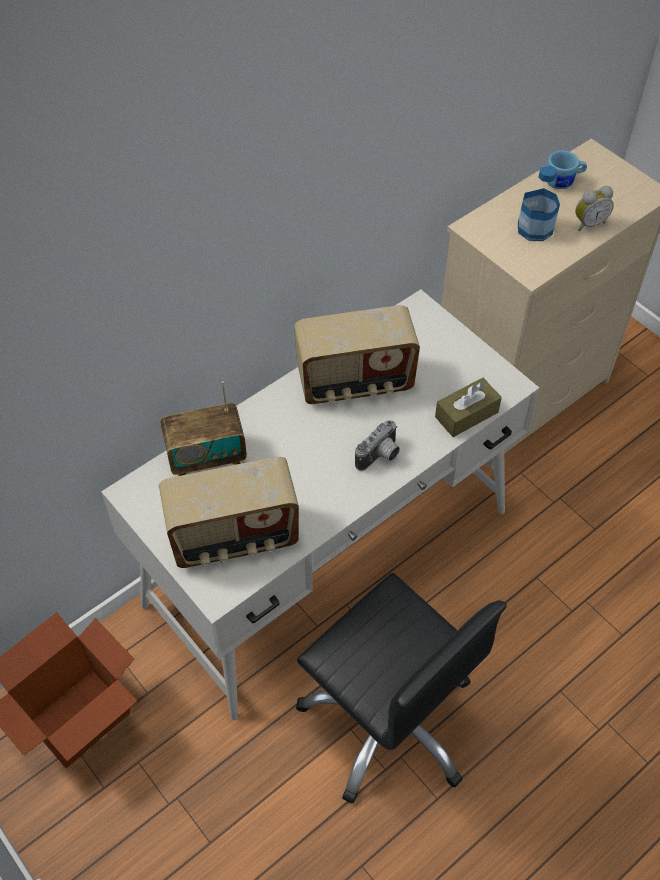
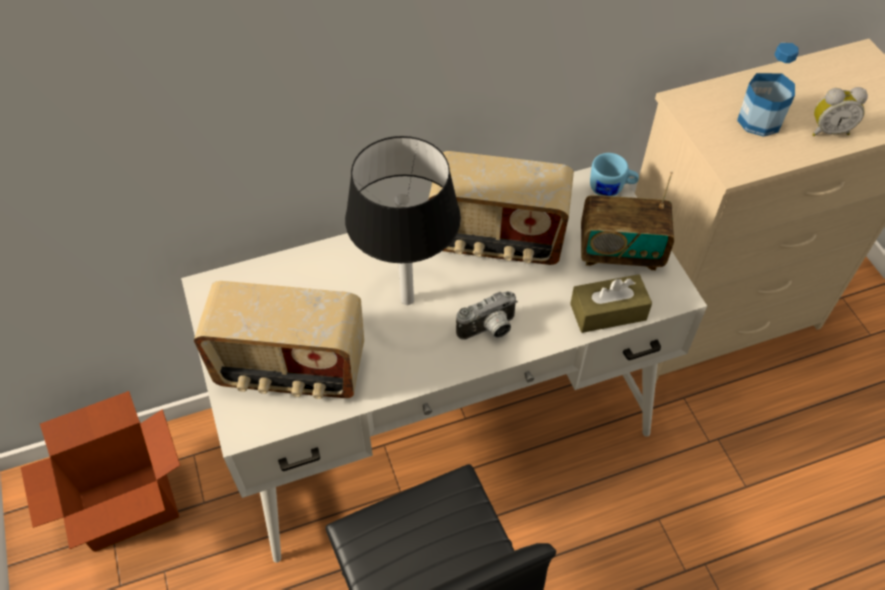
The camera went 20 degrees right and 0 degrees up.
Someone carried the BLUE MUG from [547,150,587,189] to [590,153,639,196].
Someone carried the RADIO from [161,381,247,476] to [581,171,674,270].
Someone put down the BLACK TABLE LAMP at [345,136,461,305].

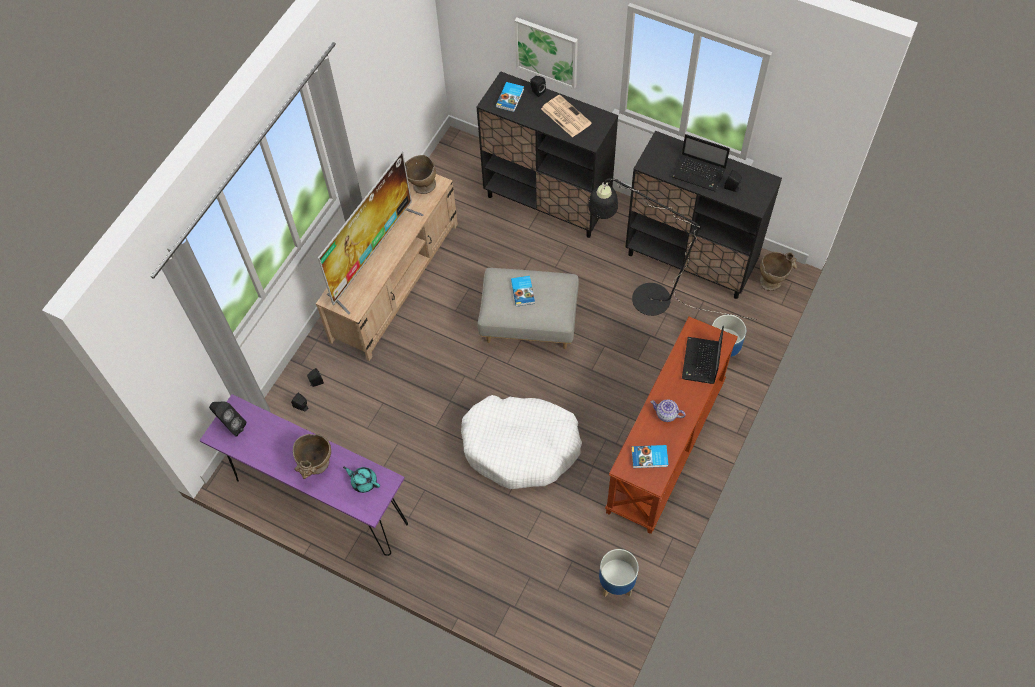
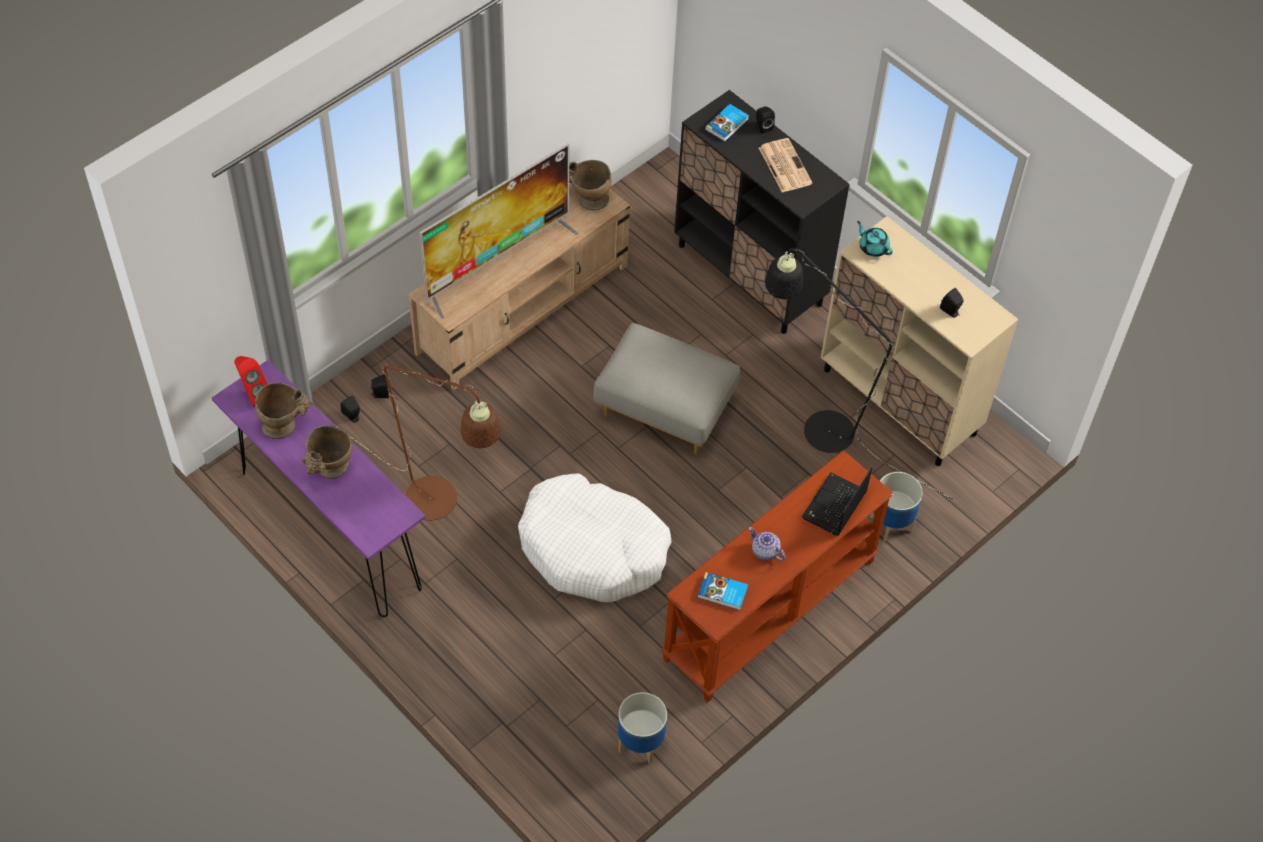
The camera went 15 degrees right and 5 degrees down.
Someone took away the PICTURE at [514,18,578,89].
Someone repainted the BLACK CABINET at [625,131,782,299], which became the BEIGE CABINET at [821,216,1018,466].
Someone took away the LAPTOP at [671,134,730,192].
Someone carried the BEIGE VASE from [760,252,797,291] to [255,383,313,439].
Someone took away the BOOK at [511,276,535,307].
Someone repainted the BLACK SPEAKER at [209,402,246,437], which became the RED SPEAKER at [234,356,267,407].
Someone carried the TURQUOISE TEAPOT from [343,467,380,493] to [857,221,893,257].
Someone put down the BROWN FLOOR LAMP at [335,364,501,521].

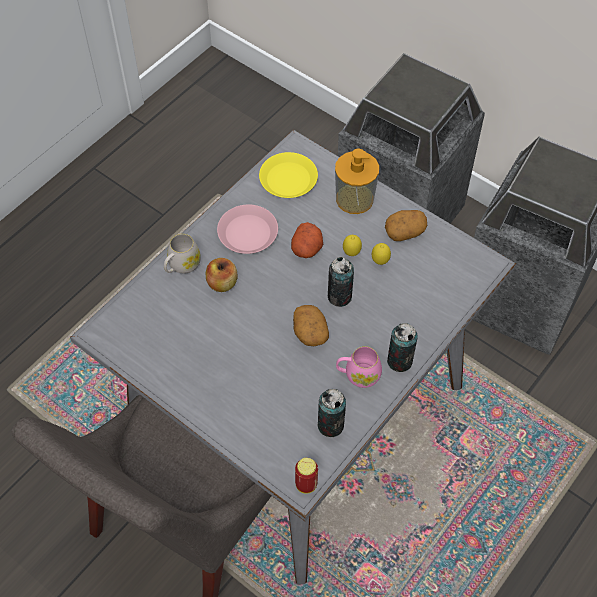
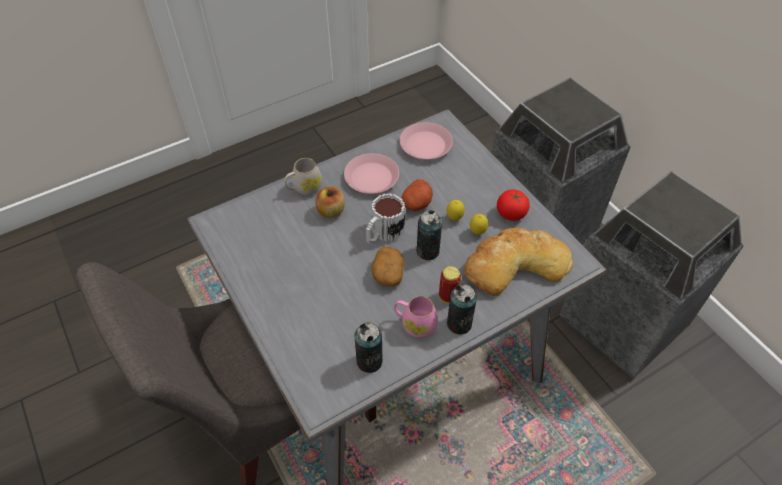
The camera went 20 degrees right and 5 degrees down.
Someone took away the SOAP DISPENSER at [335,148,379,214].
Someone repainted the YELLOW PLATE at [259,152,318,198], which became the PINK PLATE at [400,122,453,160].
Someone swapped the POTATO at [385,210,427,241] for the TOMATO at [497,189,530,221].
Someone carried the CAN from [295,458,318,494] to [439,266,461,303].
Someone put down the MUG at [366,193,405,244].
Someone put down the BREAD at [464,228,573,296].

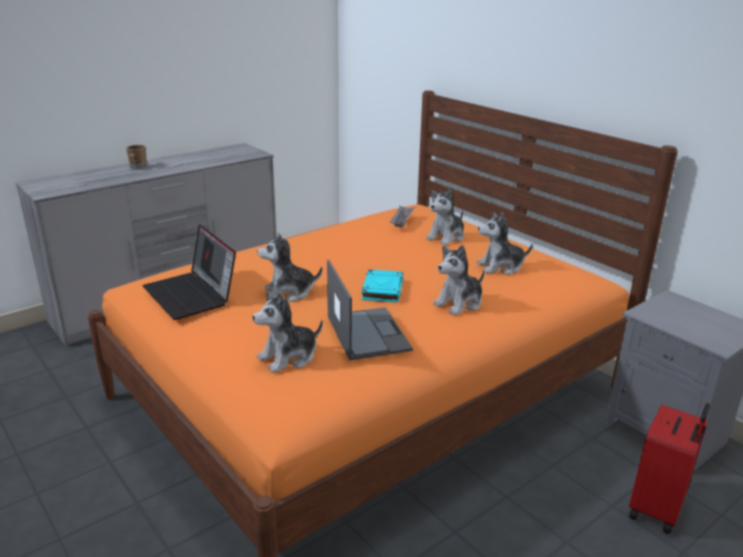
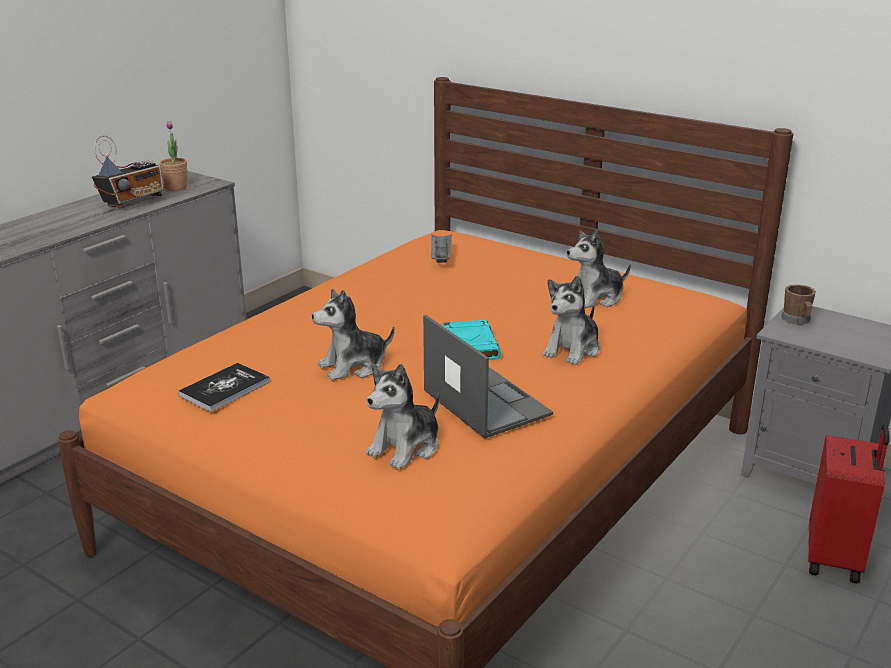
The camera went 15 degrees left and 0 degrees up.
Someone carried the BROWN MUG from [126,145,148,170] to [782,284,816,325].
Someone took away the PLUSH TOY at [426,187,464,246].
Someone swapped the LAPTOP at [142,225,236,320] for the BOOK at [178,363,270,412].
Someone put down the POTTED PLANT at [159,121,187,191].
Someone put down the RADIO at [92,135,164,208].

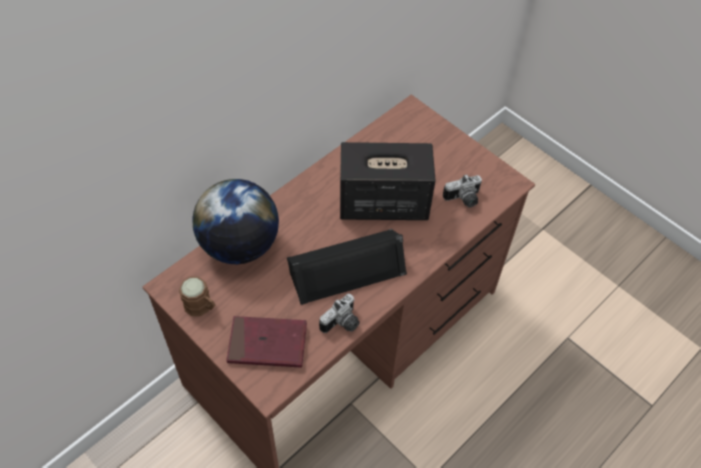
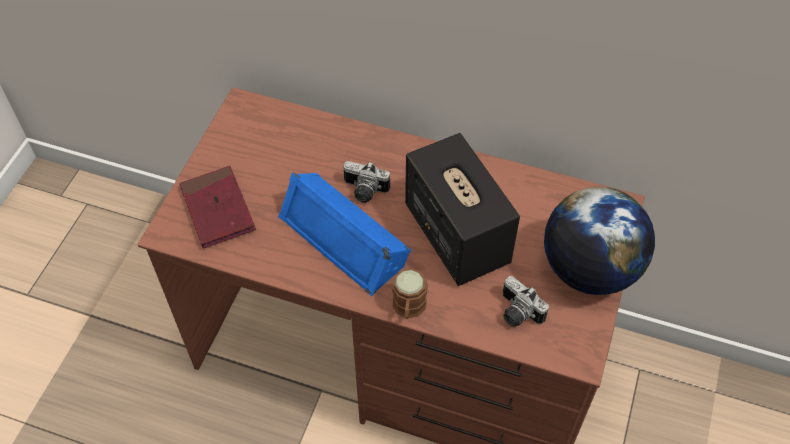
The camera went 65 degrees right and 0 degrees up.
Someone carried the GLOBE from [192,179,279,264] to [544,187,655,295].
Someone repainted the BLACK SPEAKER at [287,229,407,305], which became the BLUE SPEAKER at [278,173,412,296].
Someone carried the BROWN MUG from [179,276,216,316] to [392,268,428,319].
Someone carried the PHOTO CAMERA from [319,294,360,333] to [343,161,390,203].

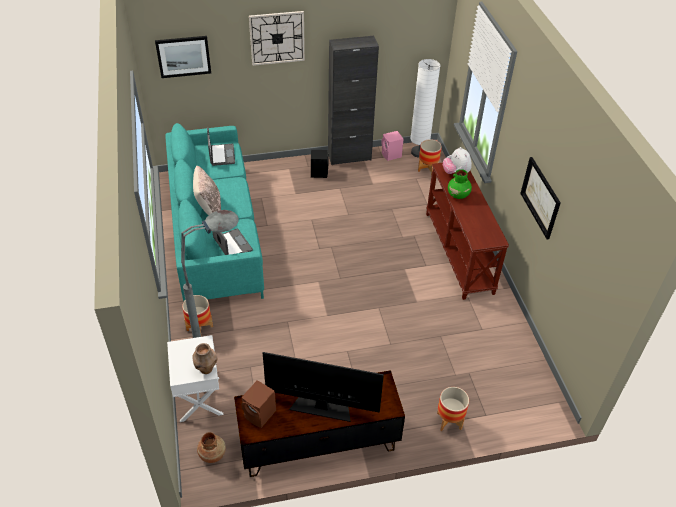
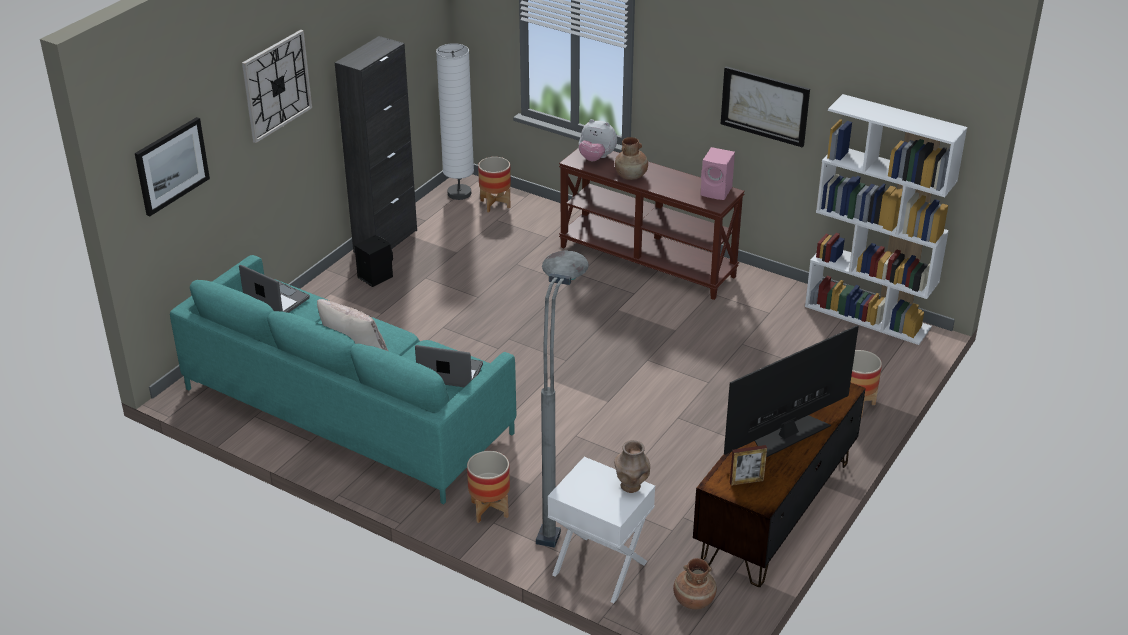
The camera went 45 degrees left and 10 degrees down.
Someone carried the PINK SPEAKER from [381,131,404,161] to [701,147,735,200].
Someone repainted the GREEN VASE at [448,169,472,199], which became the BROWN VASE at [615,137,648,180].
Someone swapped the BROWN SPEAKER at [241,380,276,428] for the PICTURE FRAME at [730,445,767,486].
Someone put down the WHITE BOOKCASE at [805,94,967,345].

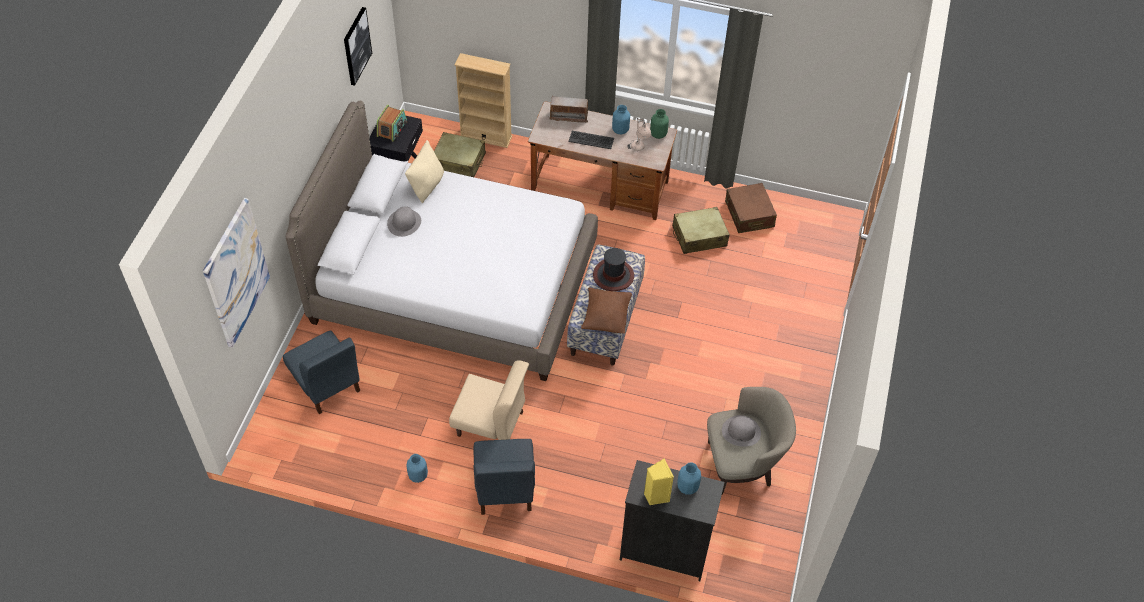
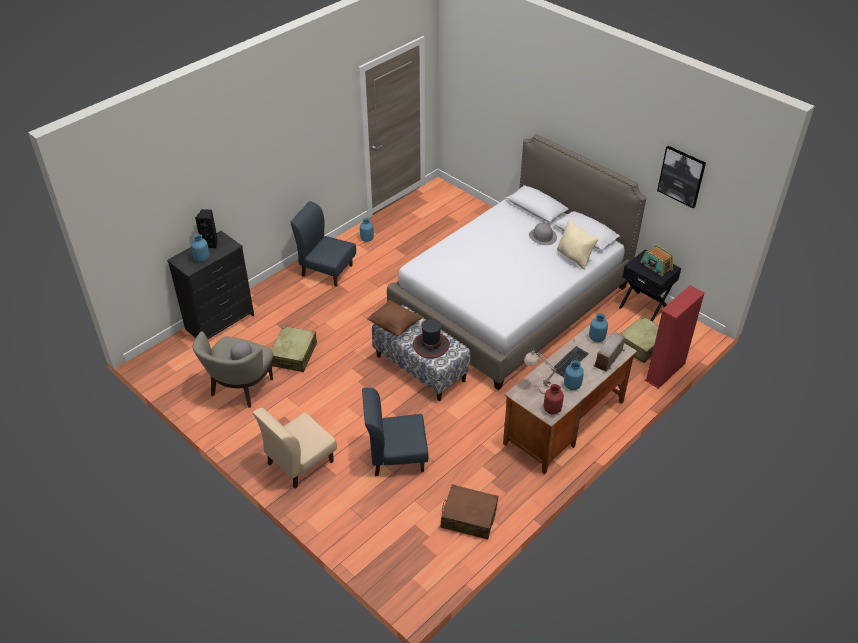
The camera went 120 degrees right and 10 degrees down.
Someone repainted the BEIGE BOOKCASE at [455,53,512,148], which became the RED BOOKCASE at [645,285,705,389].
Someone repainted the GREEN VASE at [650,109,669,139], which became the RED VASE at [544,384,564,415].
Someone took away the PICTURE at [203,198,270,348].
Someone carried the BEIGE SUITCASE from [672,207,730,254] to [271,326,317,372].
Someone carried the BLUE CHAIR from [283,330,360,414] to [362,388,428,476].
Someone carried the BEIGE CHAIR from [449,361,529,440] to [253,408,337,489].
Someone repainted the YELLOW SPEAKER at [644,458,674,505], which became the BLACK SPEAKER at [195,209,218,248].
Someone put down the BLUE VASE at [589,313,608,342].

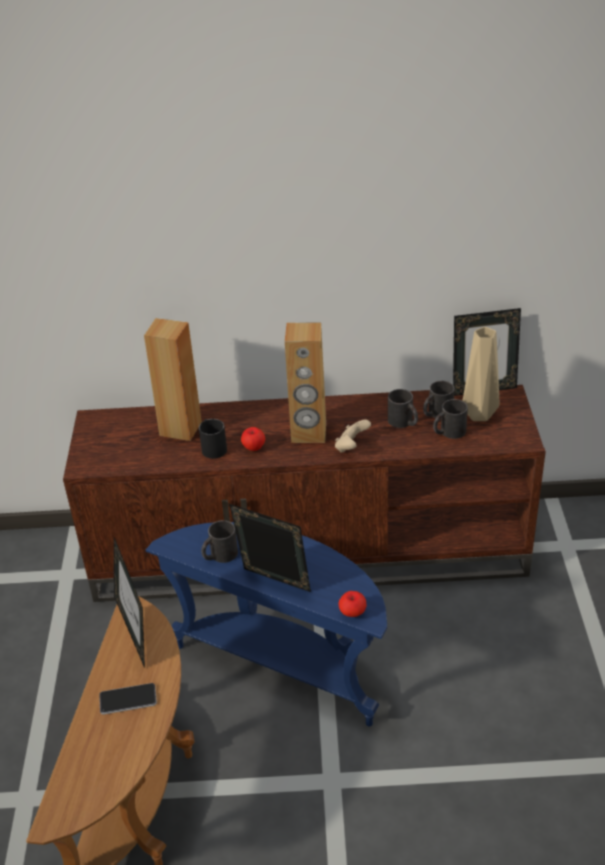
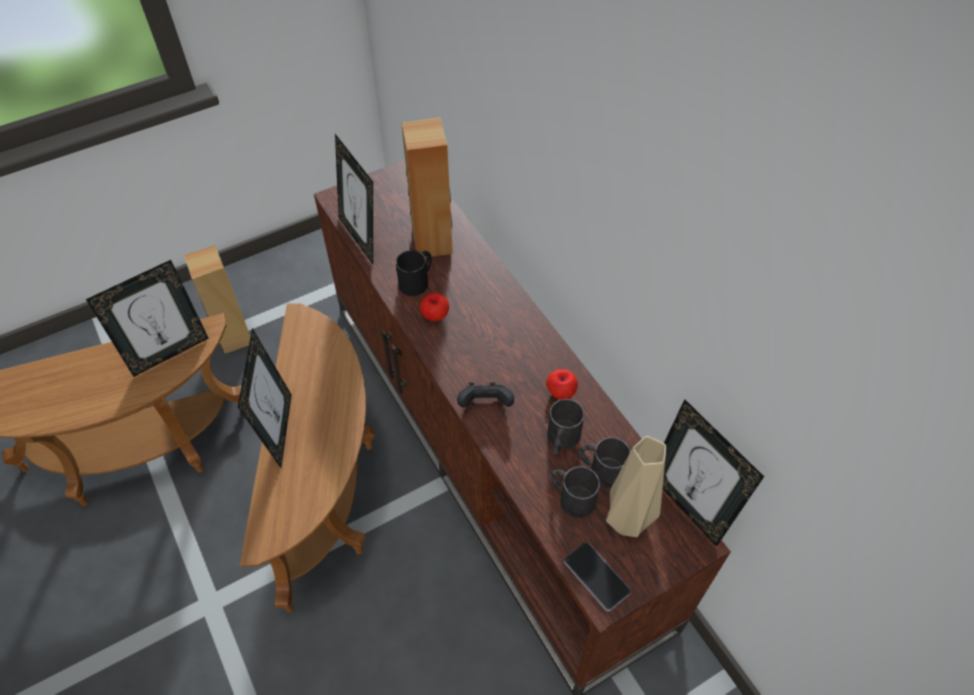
The camera went 60 degrees right and 15 degrees up.
Someone carried the BROWN SPEAKER from [285,322,326,443] to [184,245,251,354].
Someone repainted the BEIGE GAME CONTROLLER at [335,420,371,453], which became the BLACK GAME CONTROLLER at [457,382,514,407].
Someone took away the BLACK MUG at [201,520,238,563].
Someone repainted the BLUE SIDE TABLE at [145,522,387,726], which became the BROWN SIDE TABLE at [240,304,375,612].
Someone carried the APPLE from [338,591,367,617] to [546,369,578,399].
Someone carried the PHONE from [99,683,157,715] to [564,542,631,611].
Someone put down the PICTURE FRAME at [335,134,373,264].

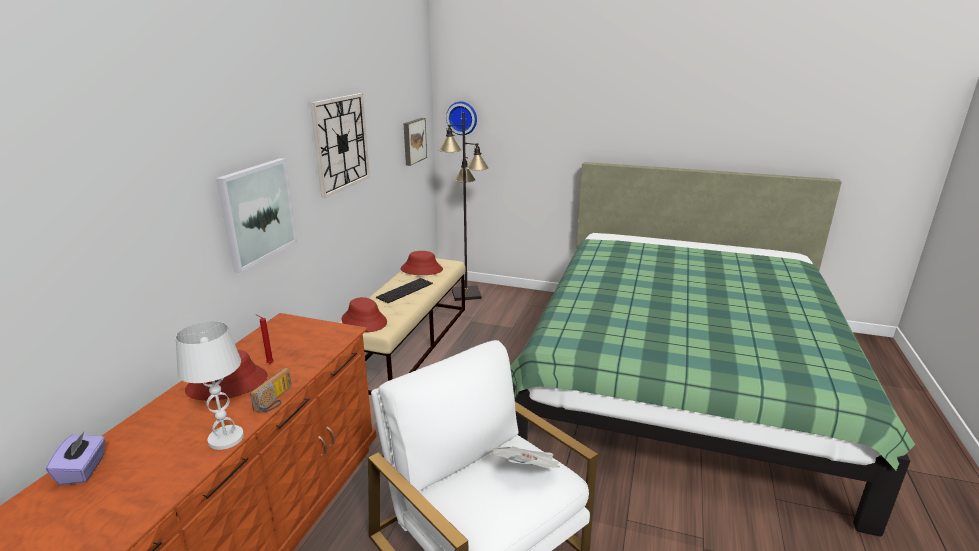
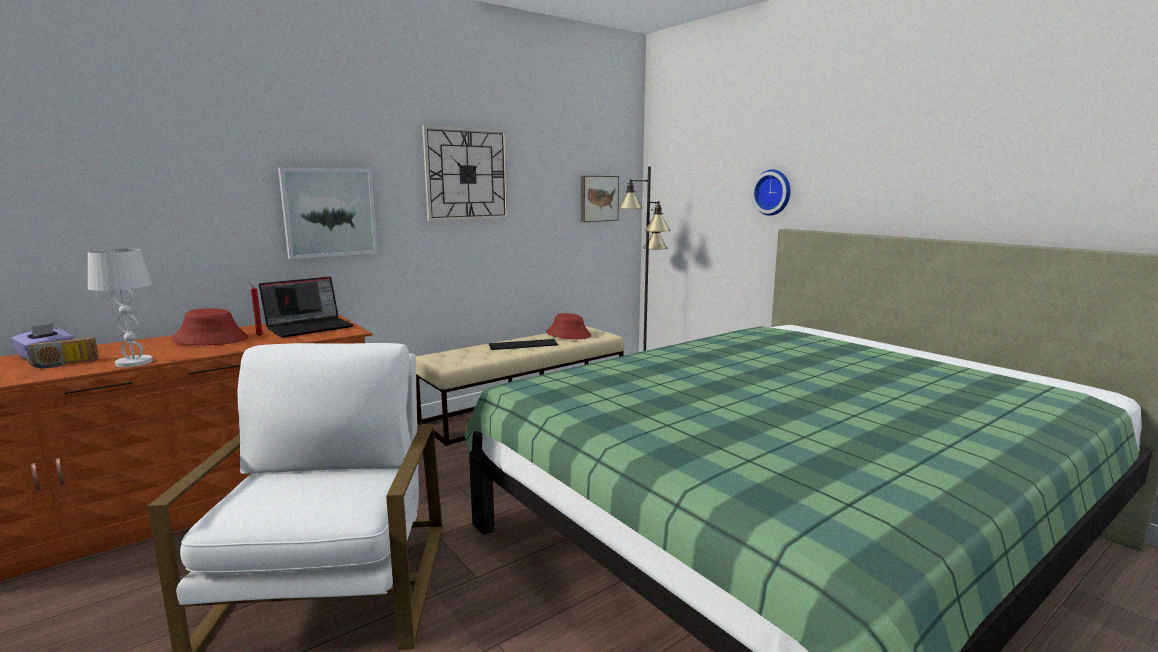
The camera went 35 degrees right and 10 degrees down.
Someone carried the WALL CLOCK from [446,101,477,135] to [751,169,791,216].
Someone took away the RED HAT at [342,297,387,332].
Someone carried the RADIO from [250,368,292,412] to [26,337,99,368].
Someone took away the NEWSPAPER at [492,446,560,468].
Someone put down the LAPTOP at [259,277,354,338].

